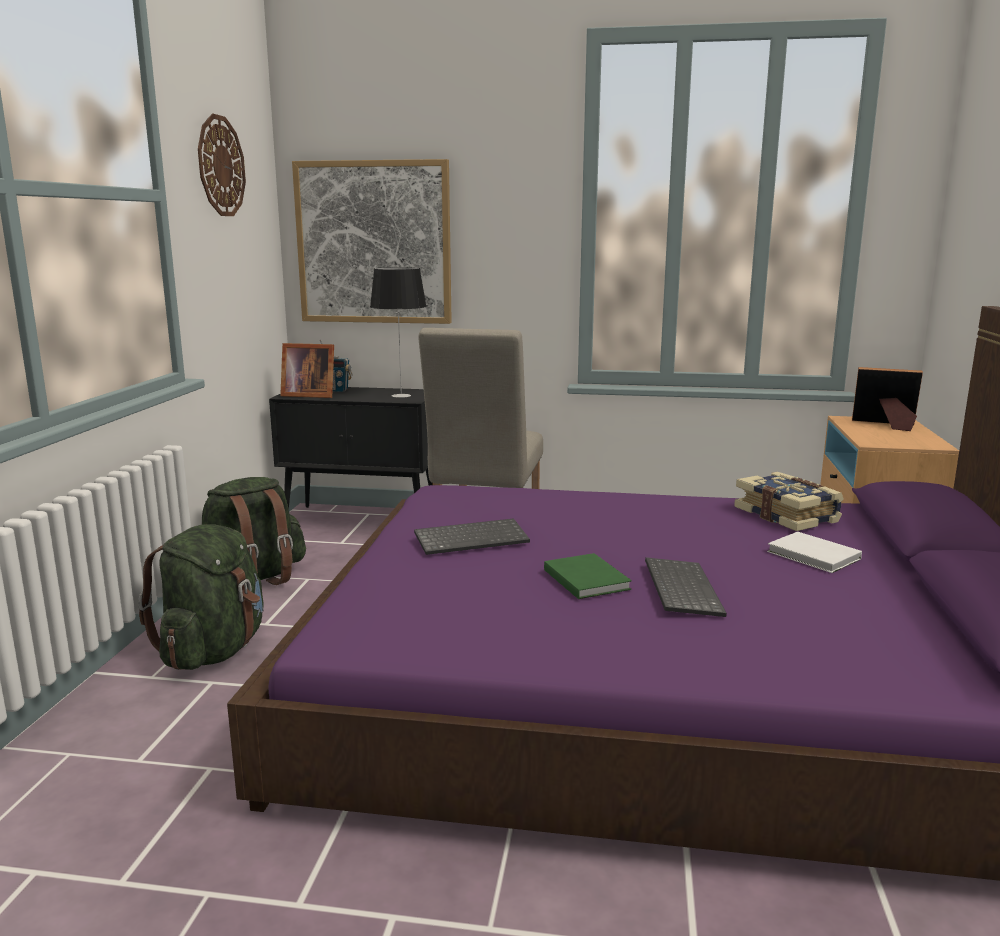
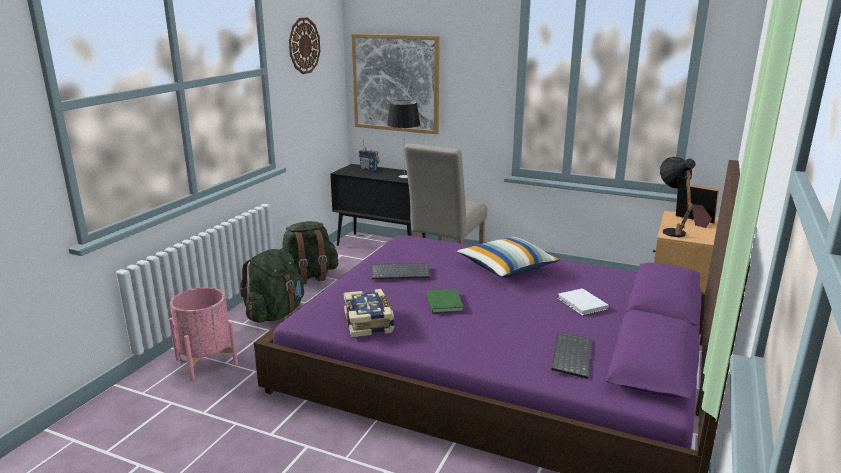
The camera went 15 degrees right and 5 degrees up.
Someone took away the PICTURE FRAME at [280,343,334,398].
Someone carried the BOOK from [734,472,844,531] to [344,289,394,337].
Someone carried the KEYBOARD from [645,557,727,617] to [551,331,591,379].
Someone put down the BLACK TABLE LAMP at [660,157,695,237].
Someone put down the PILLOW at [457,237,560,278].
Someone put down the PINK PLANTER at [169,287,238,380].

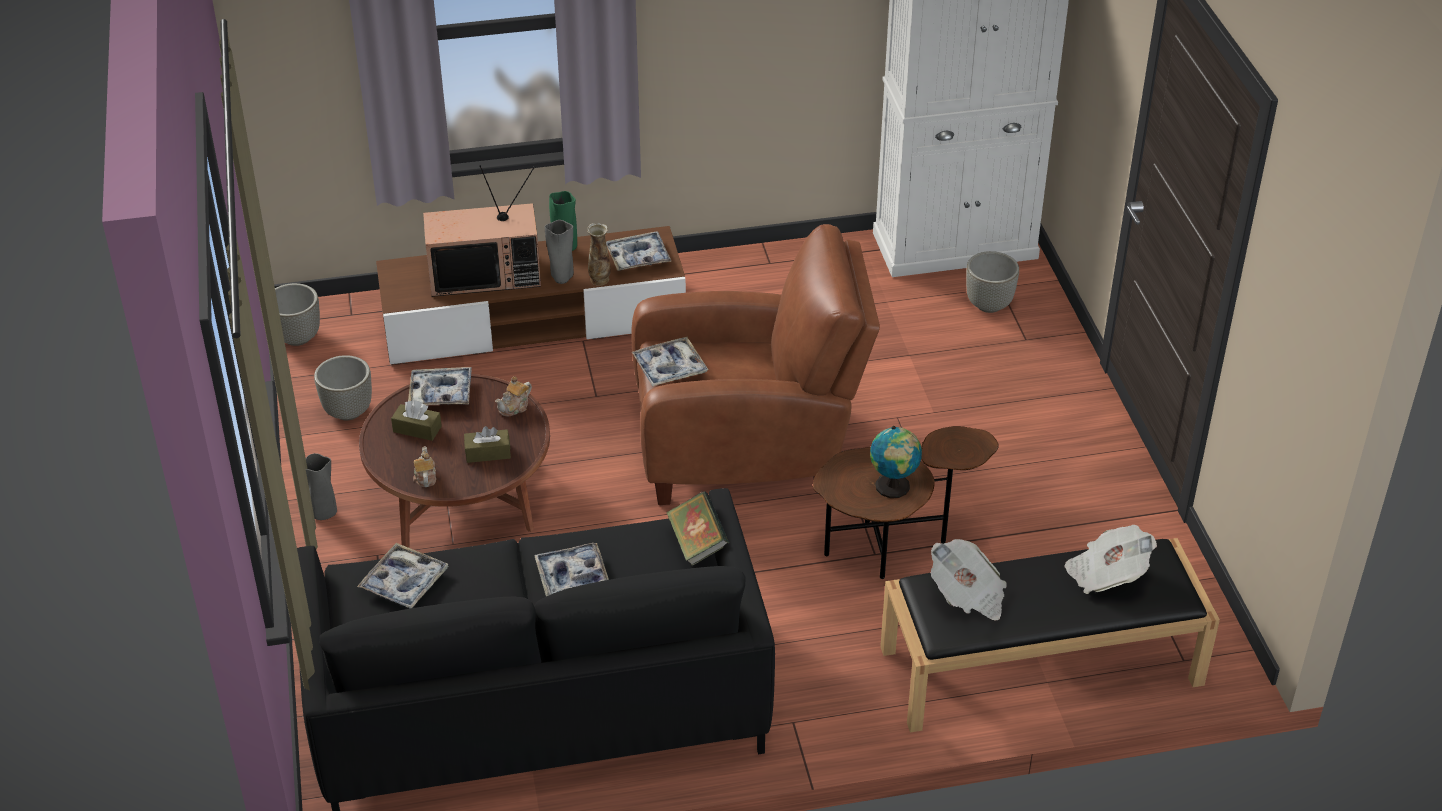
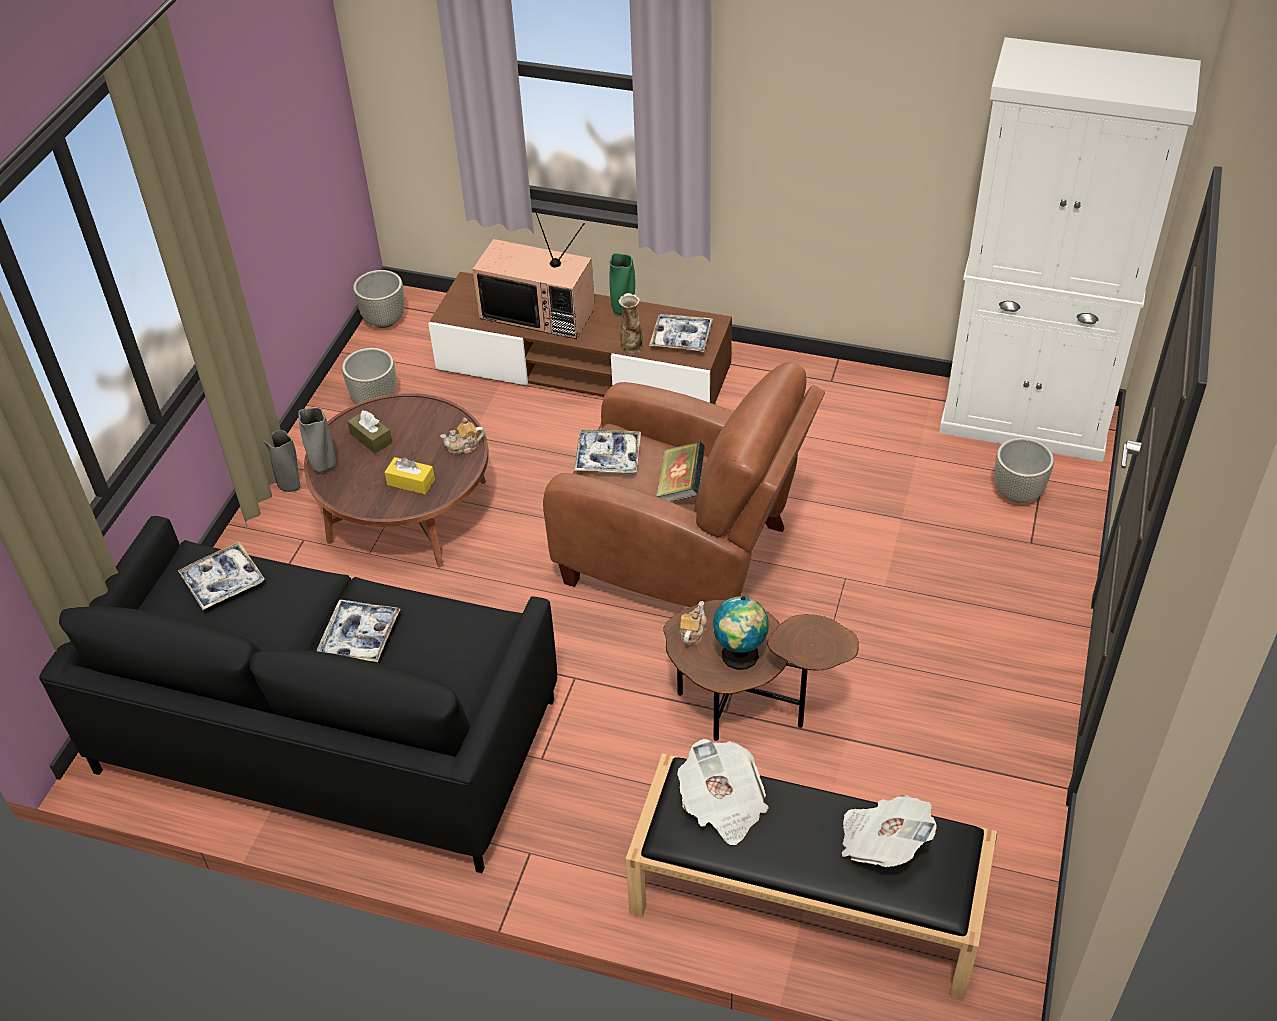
The camera went 30 degrees right and 5 degrees up.
Someone carried the GREY VASE from [545,220,574,284] to [298,407,336,473].
Someone took away the TRAY at [408,367,472,405].
Someone repainted the BROWN TISSUE BOX at [464,426,511,463], which became the YELLOW TISSUE BOX at [385,457,435,494].
Someone carried the TEAPOT from [413,446,436,487] to [679,601,707,645].
Someone carried the BOOK from [666,491,729,566] to [656,441,705,502].

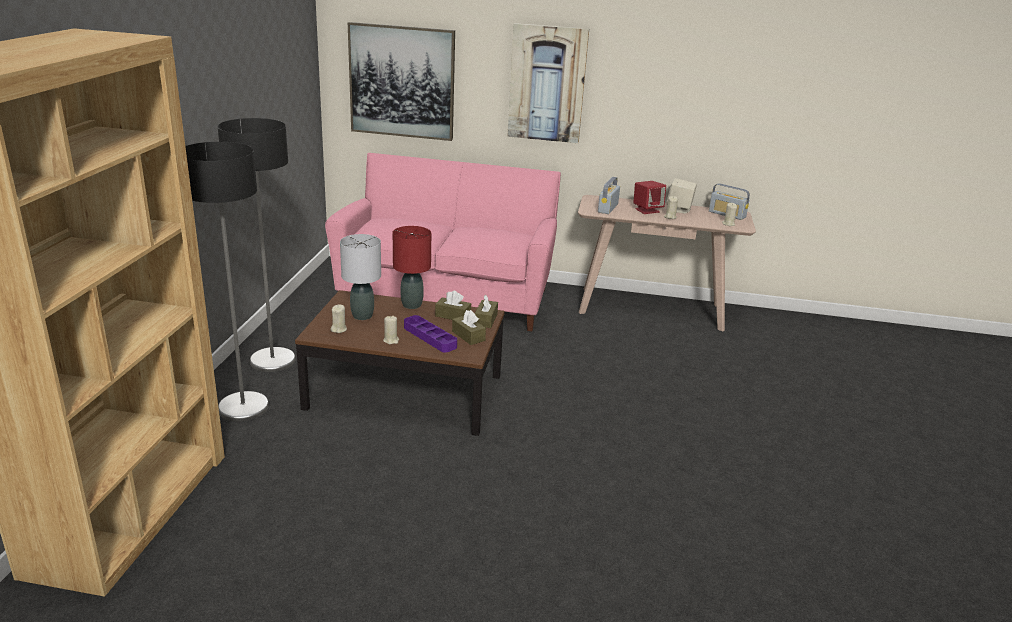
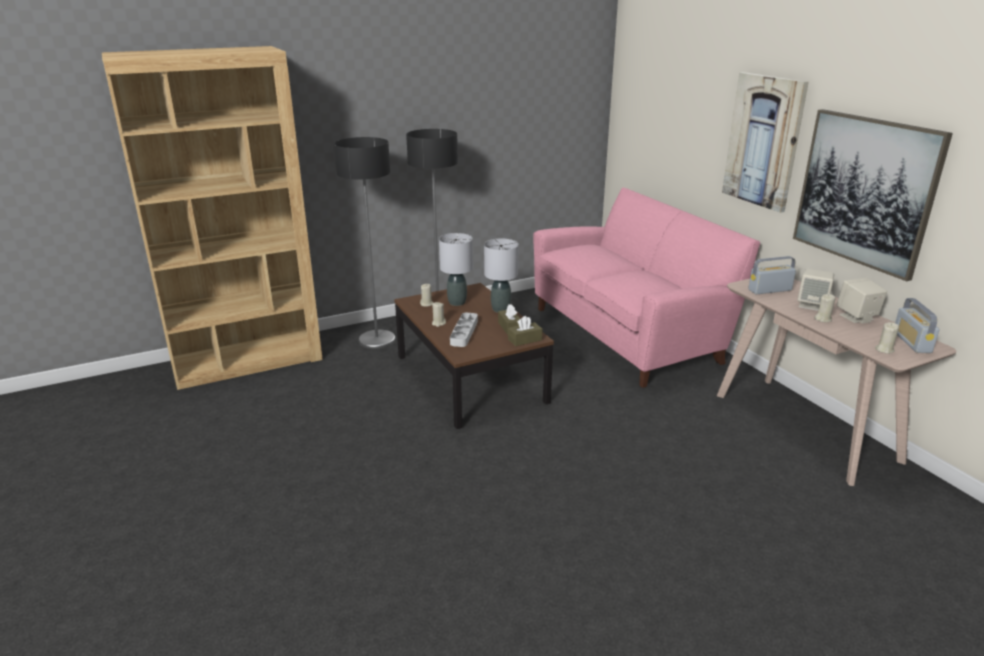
The camera went 55 degrees right and 0 degrees up.
Someone carried the PICTURE from [348,22,455,141] to [793,109,953,281].
Someone repainted the RED SPEAKER at [633,181,666,214], which became the BEIGE SPEAKER at [797,269,834,311].
Someone repainted the RED TABLE LAMP at [393,226,431,309], which became the GREY TABLE LAMP at [484,239,519,313].
Someone took away the BROWN TISSUE BOX at [452,310,486,345].
Someone repainted the PURPLE TRAY at [404,315,457,352], which became the GREY TRAY at [450,313,478,347].

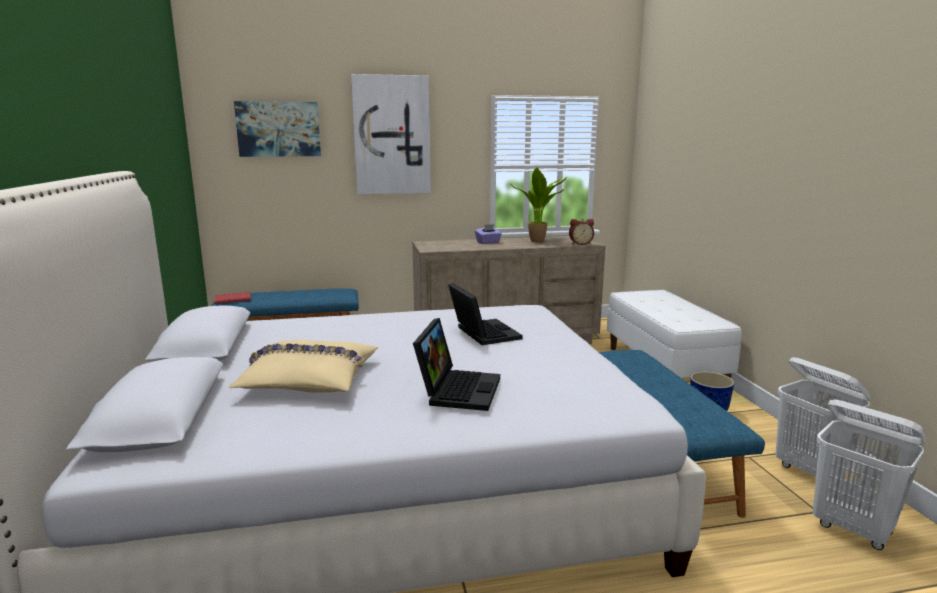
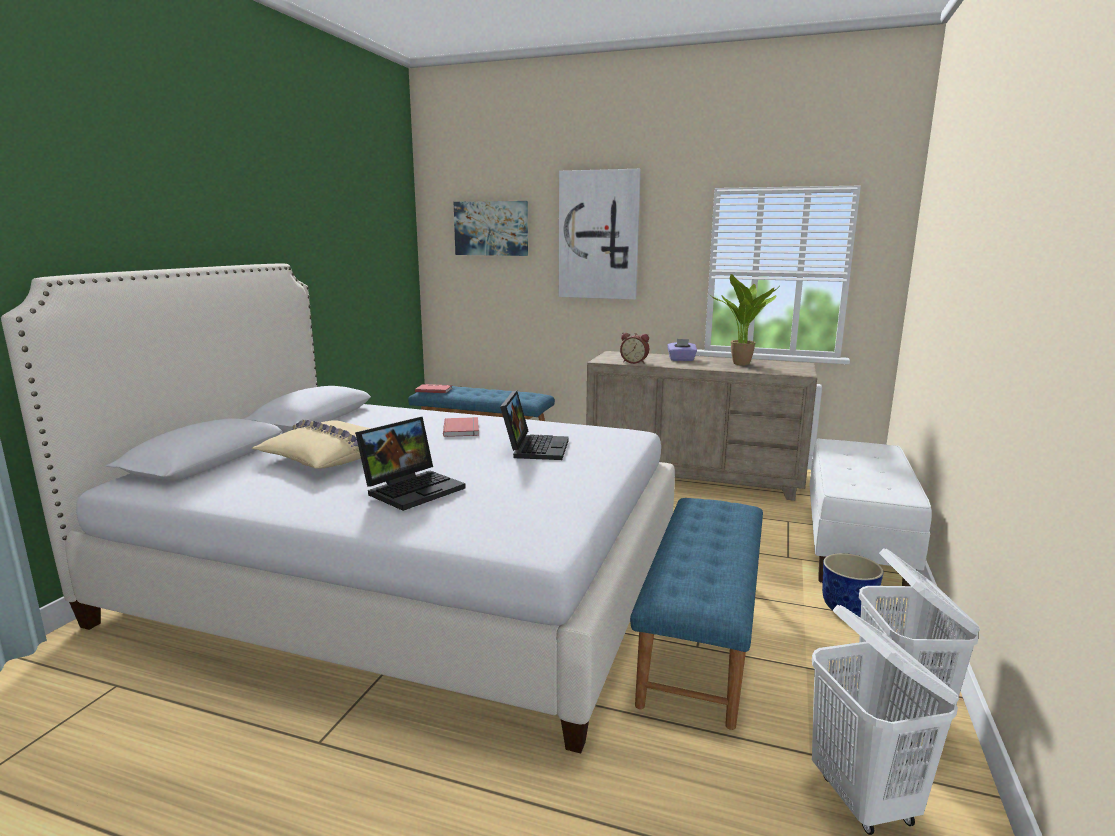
The camera went 30 degrees right and 0 degrees up.
Someone carried the ALARM CLOCK from [569,219,594,245] to [620,333,649,364].
Someone put down the RED BOOK at [443,417,479,437].

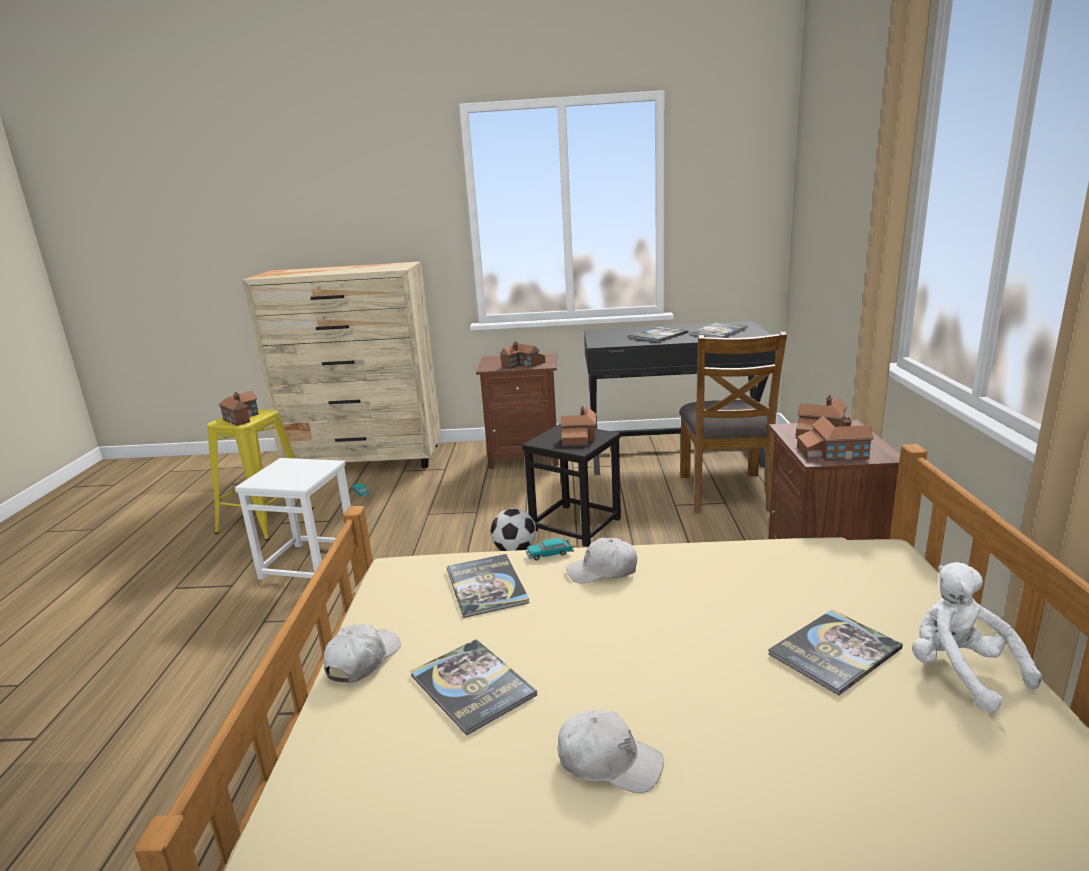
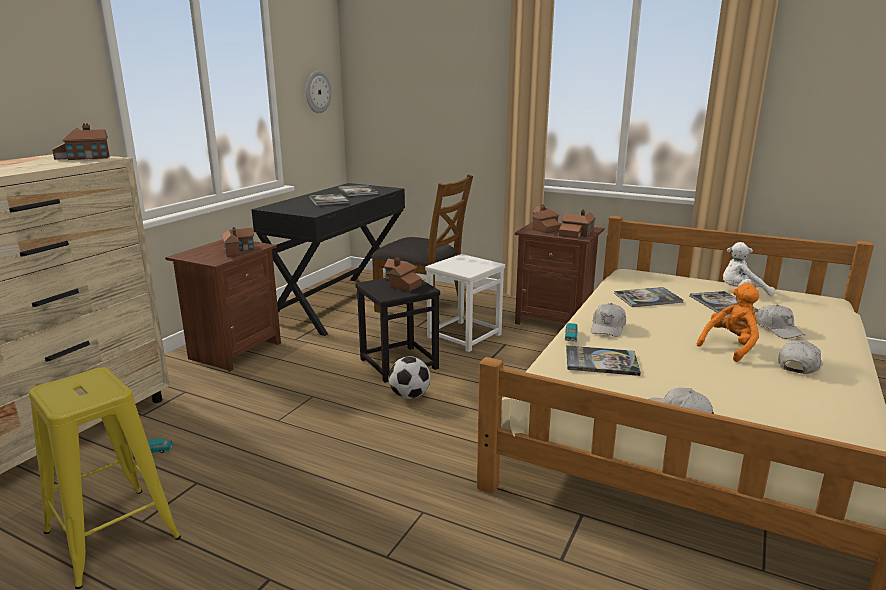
The camera went 65 degrees left and 0 degrees up.
Someone carried the TOY HOUSE from [218,391,259,426] to [52,123,110,160].
Someone carried the WHITE STOOL from [235,458,351,580] to [425,254,505,352].
Someone carried the BOOK from [410,639,537,735] to [614,287,683,307].
Someone put up the WALL CLOCK at [306,71,331,113].
Someone put down the ORANGE PLUSH TOY at [697,283,759,362].
Someone put down the WHITE CAP at [756,305,805,339].

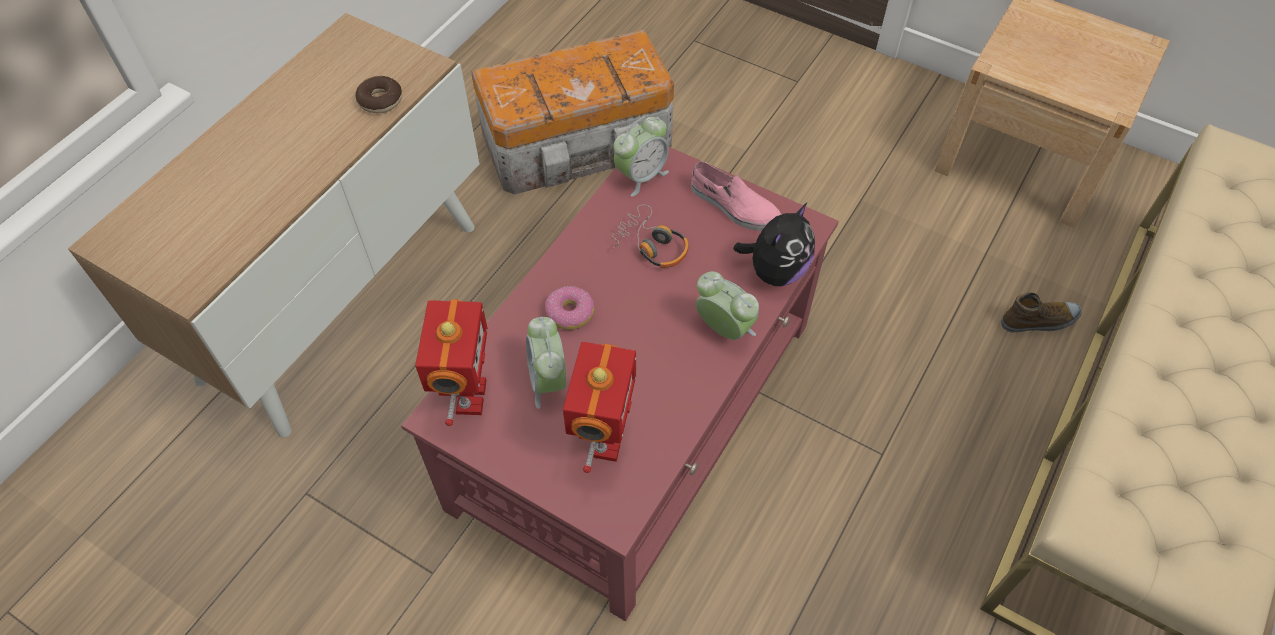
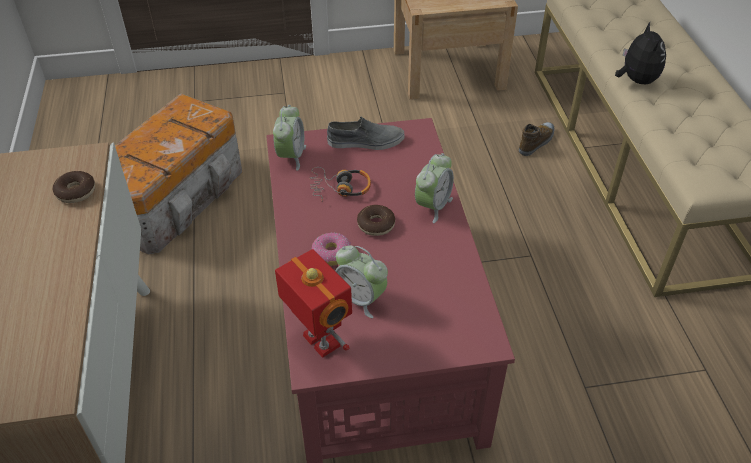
The camera went 40 degrees left and 10 degrees down.
Someone repainted the PINK SHOE at [691,161,781,231], which became the GREY SHOE at [327,117,404,150].
Someone carried the PLUSH TOY from [733,202,815,286] to [615,22,666,84].
Someone rotated the ALARM CLOCK at [696,271,759,340] by 120 degrees clockwise.
Someone took away the TOY ROBOT at [563,342,636,473].
Someone put down the DONUT at [357,205,395,236].

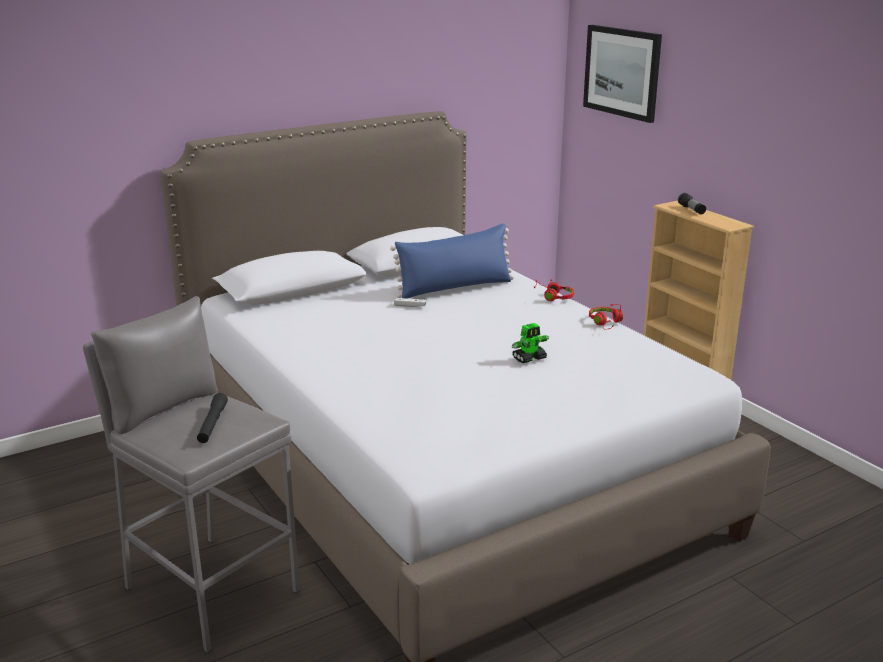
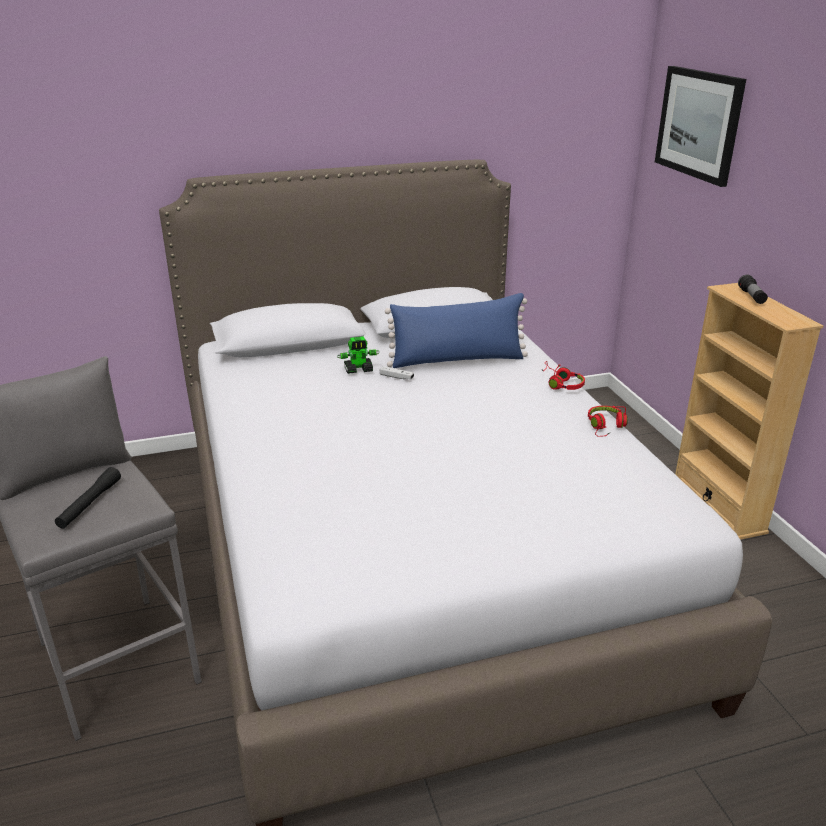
The camera went 15 degrees right and 5 degrees up.
Someone carried the TOY ROBOT from [512,323,549,363] to [337,336,380,374].

